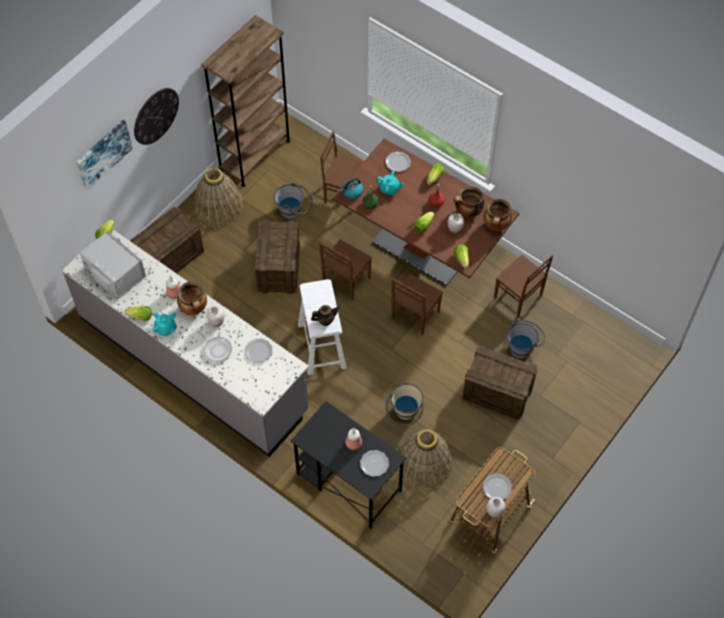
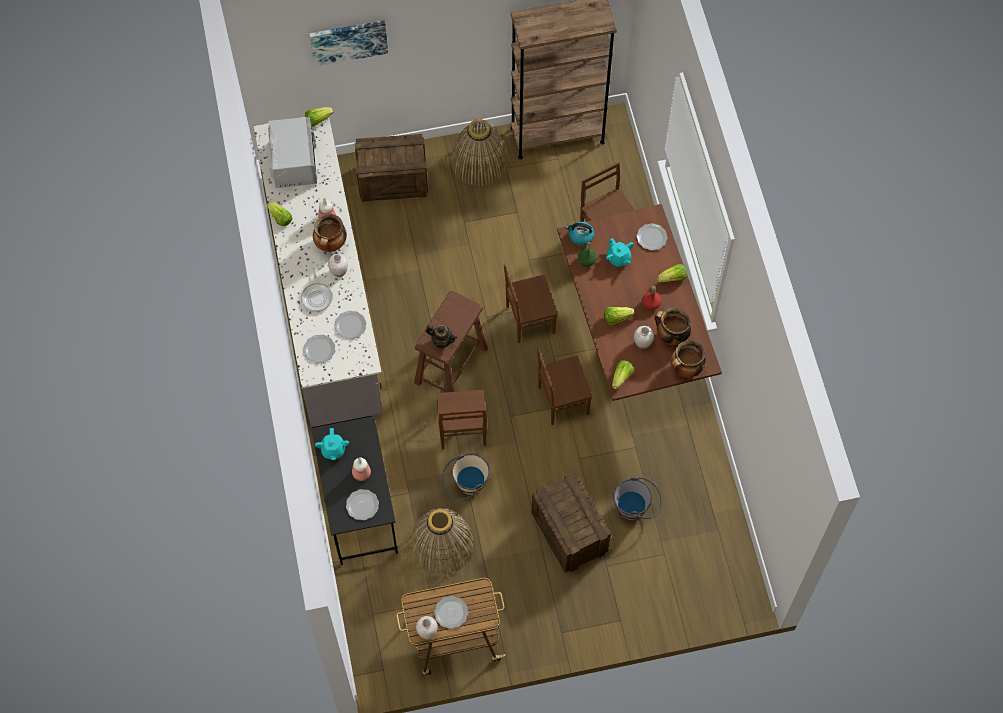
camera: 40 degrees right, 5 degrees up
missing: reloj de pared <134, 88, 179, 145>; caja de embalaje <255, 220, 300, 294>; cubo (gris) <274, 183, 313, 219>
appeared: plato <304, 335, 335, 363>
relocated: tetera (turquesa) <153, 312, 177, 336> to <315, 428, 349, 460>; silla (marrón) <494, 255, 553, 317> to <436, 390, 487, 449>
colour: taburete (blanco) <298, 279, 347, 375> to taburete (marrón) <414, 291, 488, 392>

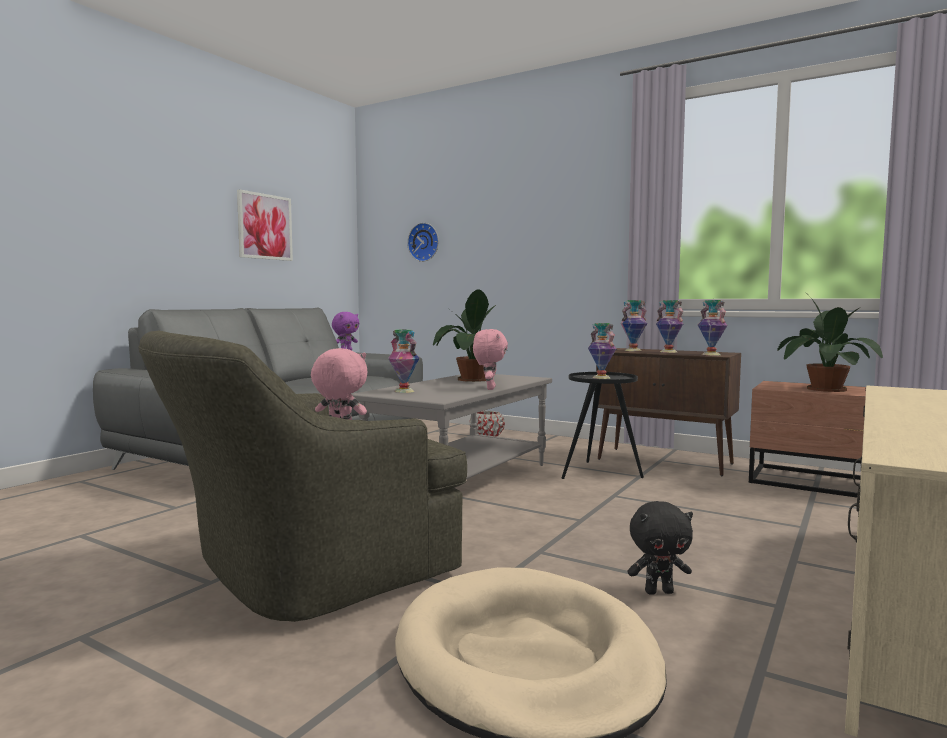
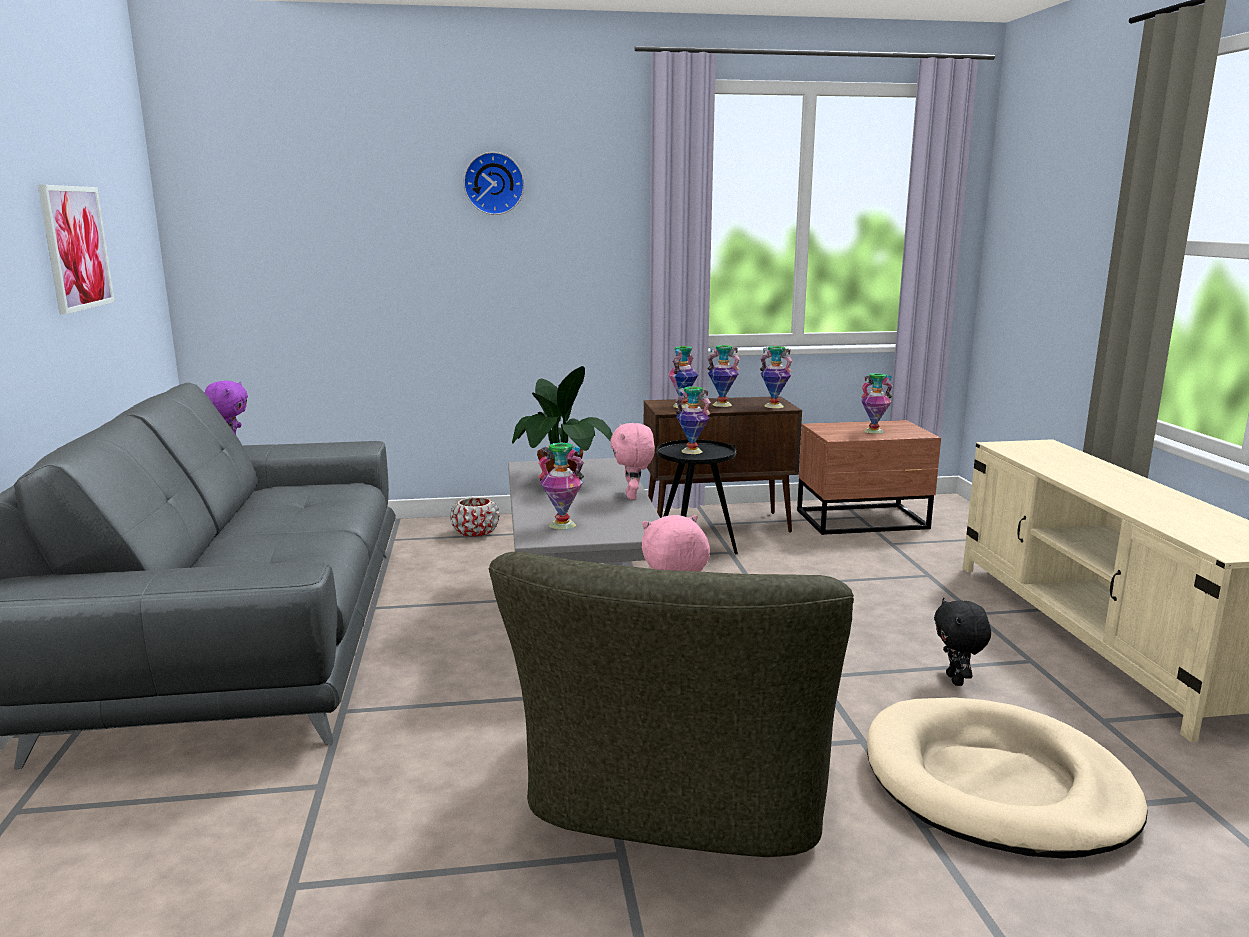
camera: 40 degrees left, 10 degrees up
relocated: reloj de pared <407, 223, 439, 262> to <463, 152, 524, 215>
exchanged: planta en maceta <777, 291, 883, 392> to florero <861, 373, 893, 434>
spun: peluche (rosa) <473, 329, 508, 390> = <610, 423, 655, 500> 150 degrees counterclockwise; peluche (negro) <627, 501, 693, 595> = <934, 598, 991, 686> 135 degrees clockwise

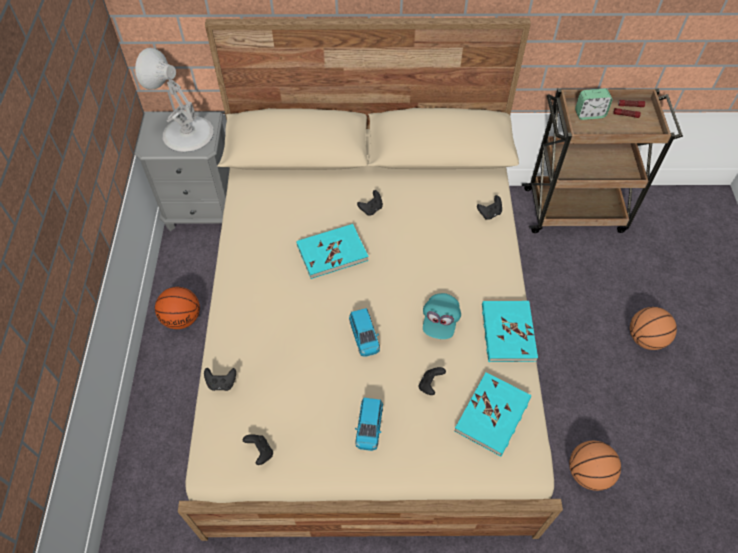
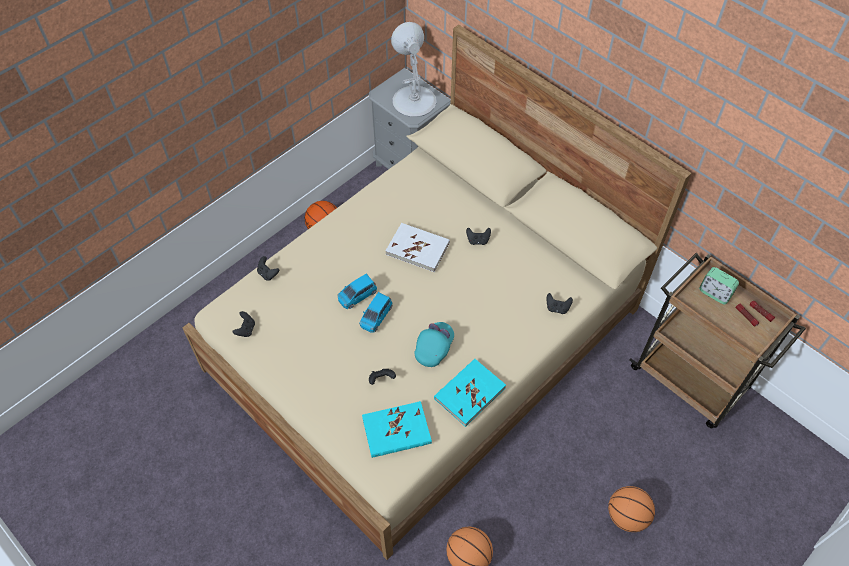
camera: 45 degrees right, 0 degrees up
relocated: coche de juguete (azul) <355, 398, 383, 451> to <337, 274, 377, 309>
colour: libro (turquesa) <296, 224, 369, 279> to libro (blanco) <386, 223, 450, 272>
spun: gorra (turquesa) <423, 293, 461, 339> = <414, 322, 454, 367> 150 degrees clockwise

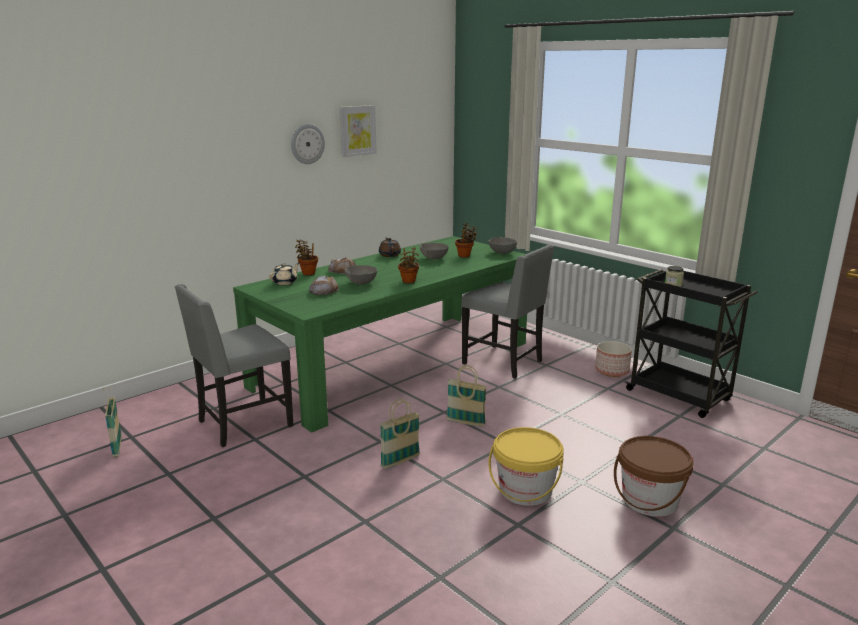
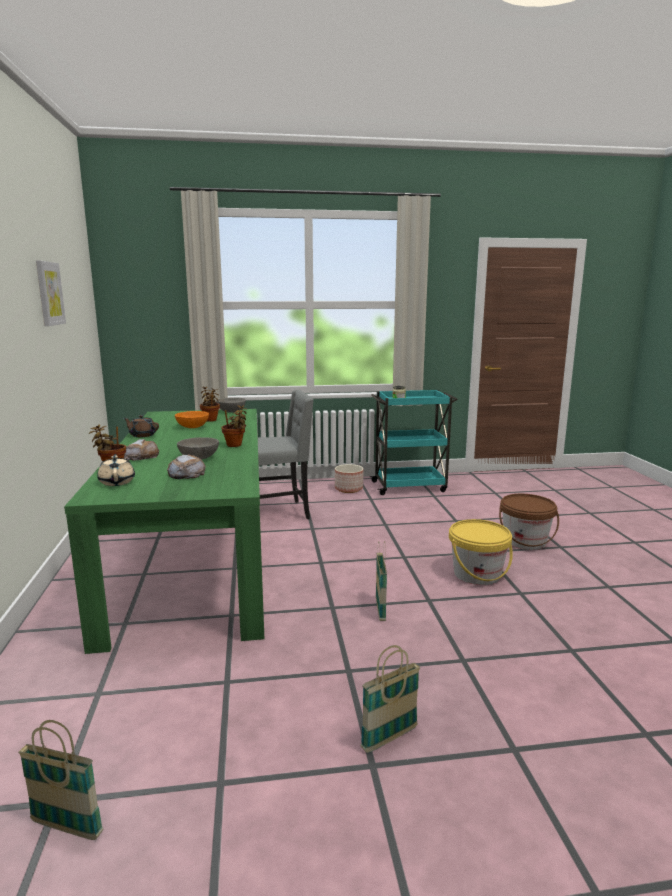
camera: 55 degrees left, 5 degrees down
missing: silla (gris) <175, 284, 293, 447>; reloj de pared <291, 124, 325, 164>
relocated: cesta <446, 365, 487, 427> to <360, 645, 420, 753>
colour: cuenco (gris) <419, 243, 449, 259> to cuenco (naranja) <175, 411, 209, 428>; carrito (negro) <624, 269, 758, 418> to carrito (turquesa) <369, 390, 458, 495>

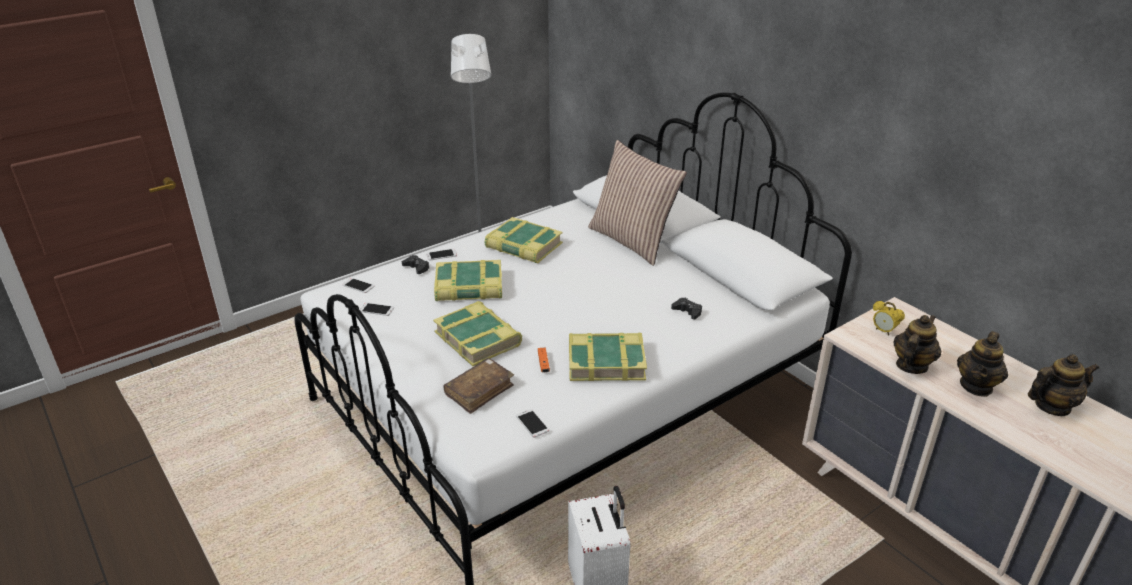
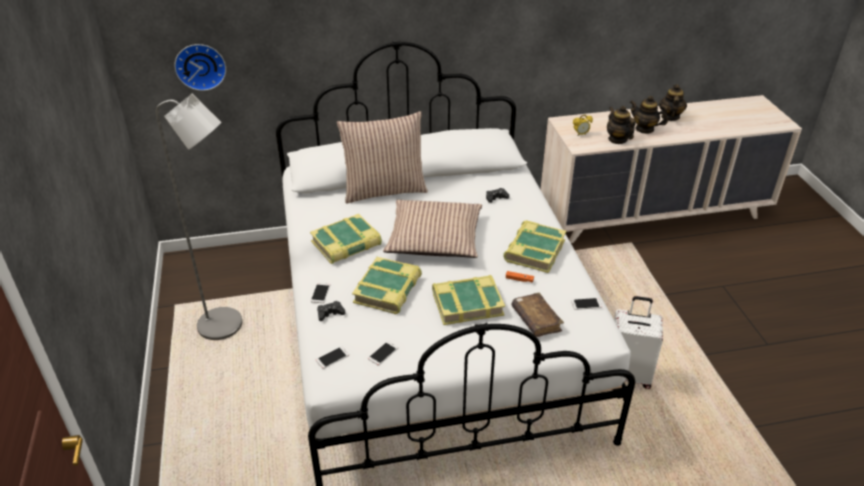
camera: 65 degrees left, 5 degrees up
appeared: reloj de pared <174, 44, 226, 91>; cojín <383, 200, 482, 258>
spun: tetera <957, 331, 1008, 397> = <630, 96, 668, 134> 150 degrees clockwise

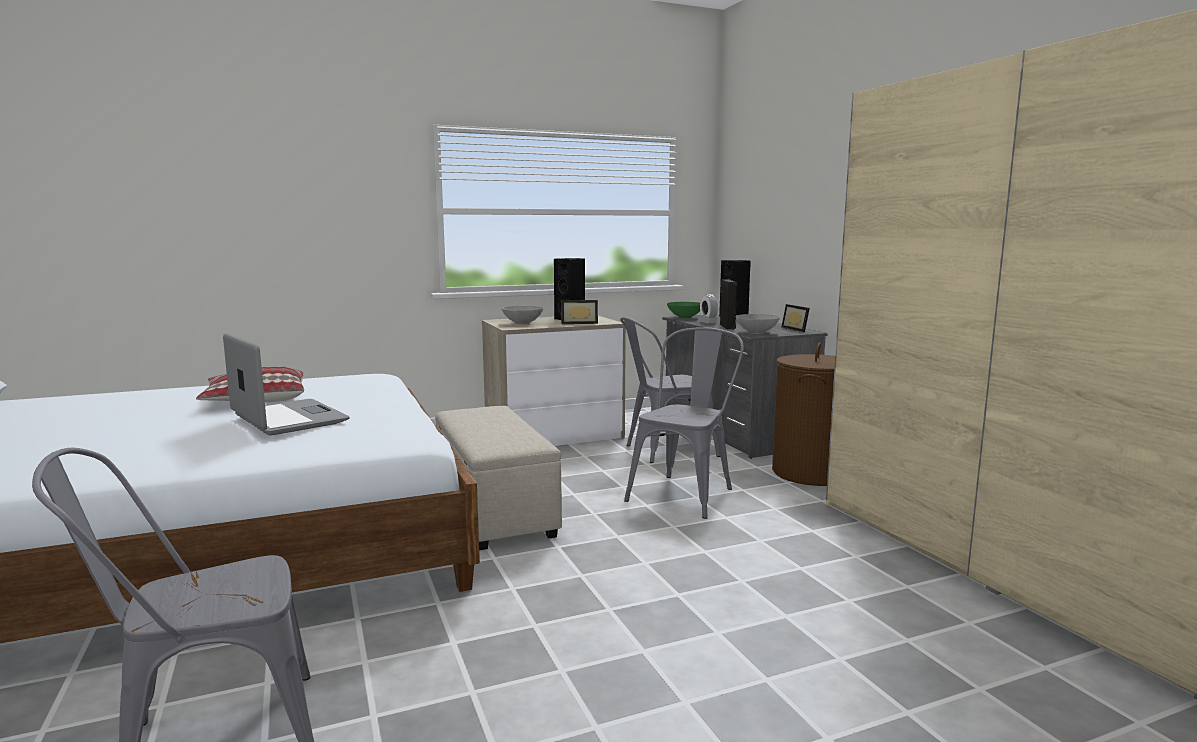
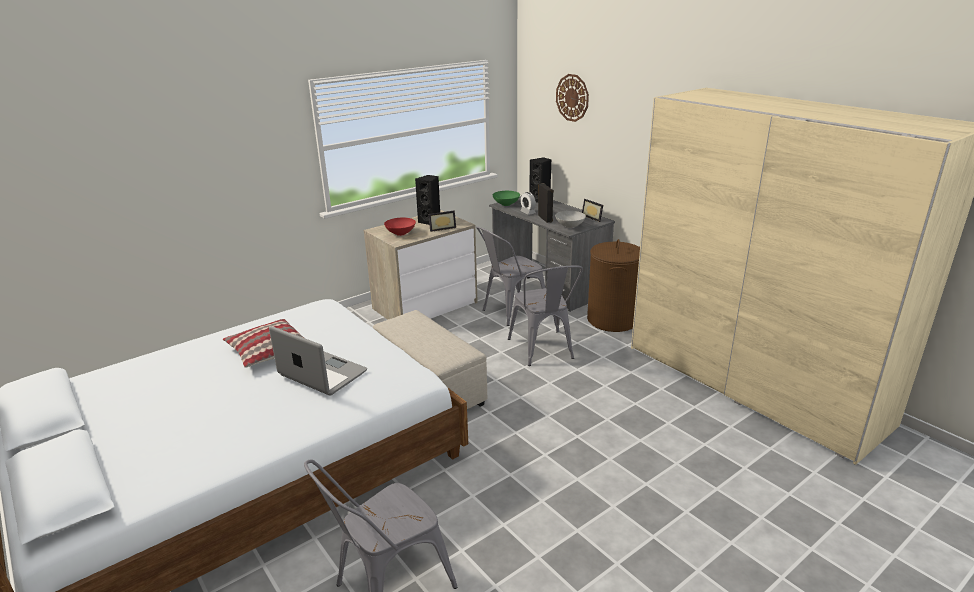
camera: 15 degrees left, 15 degrees up
appeared: reloj de pared <556, 74, 589, 122>
colour: cuenco (gris) <502, 306, 543, 325> to cuenco (rojo) <384, 218, 416, 236>
spun: silla (gris) <624, 327, 744, 519> = <508, 265, 583, 366> 150 degrees clockwise

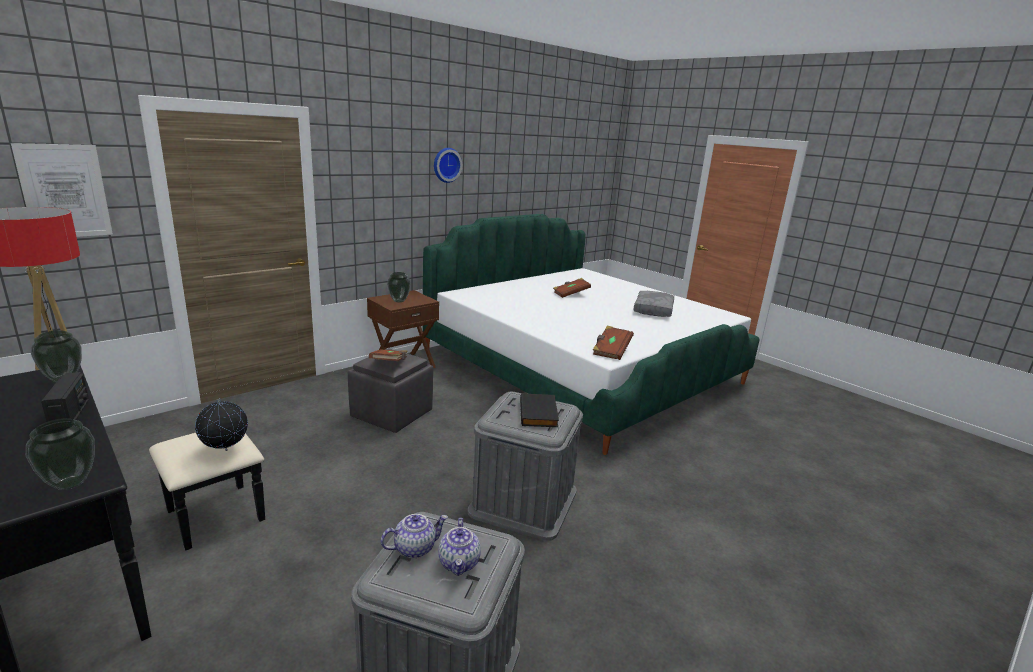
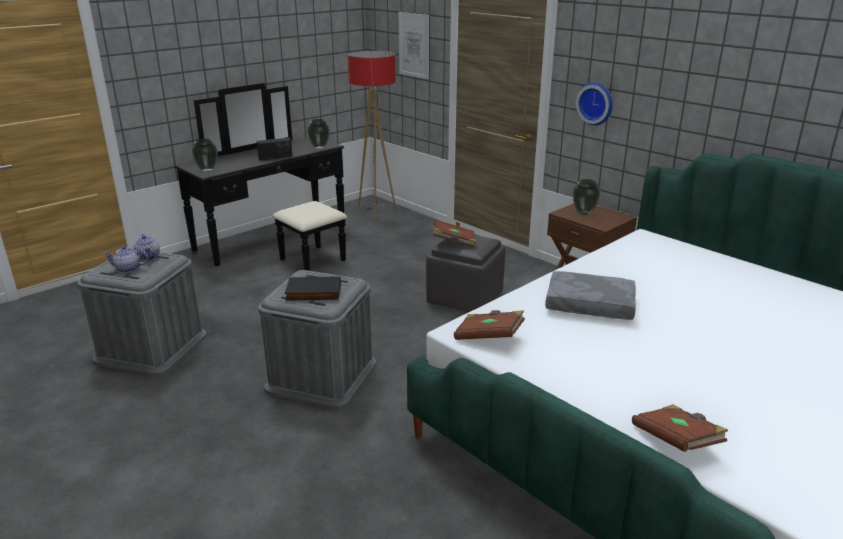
camera: 90 degrees right, 5 degrees up
missing: globo terráqueo <195, 398, 248, 451>
relocated: reloj de pared <434, 148, 462, 183> to <576, 82, 613, 125>; libro (marrón) <553, 278, 591, 298> to <632, 404, 728, 452>; cojín (gris) <634, 291, 674, 317> to <545, 271, 636, 320>

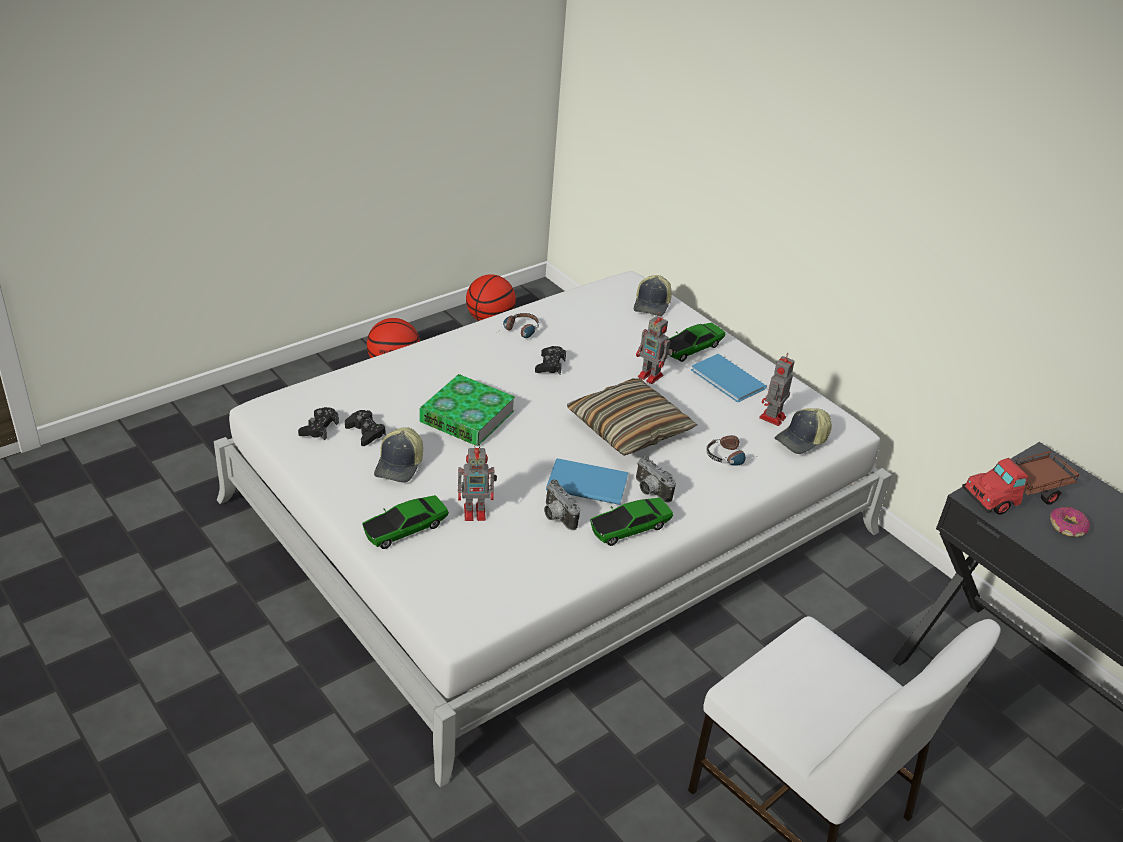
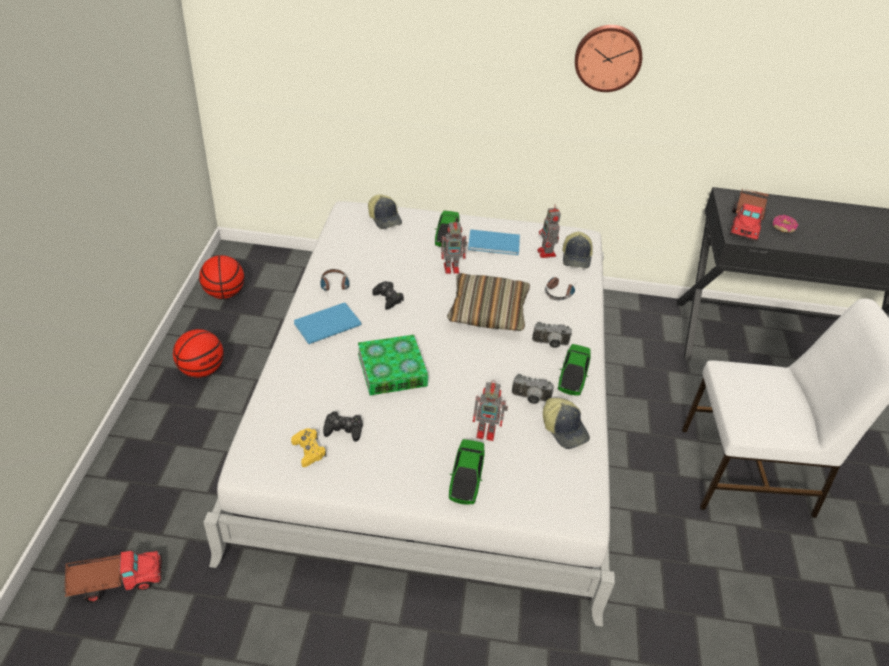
camera: 45 degrees left, 5 degrees up
appeared: camión de juguete <64, 551, 162, 603>; reloj de pared <575, 25, 642, 92>
relocated: gorra <374, 427, 423, 483> to <543, 398, 590, 449>; libro (azul) <546, 458, 628, 505> to <294, 303, 362, 344>
colour: mando de consola (negro) <298, 407, 339, 441> to mando de consola (amarillo) <291, 428, 326, 467>
spun: robot de juguete <458, 443, 497, 521> = <473, 380, 508, 441> 60 degrees clockwise

